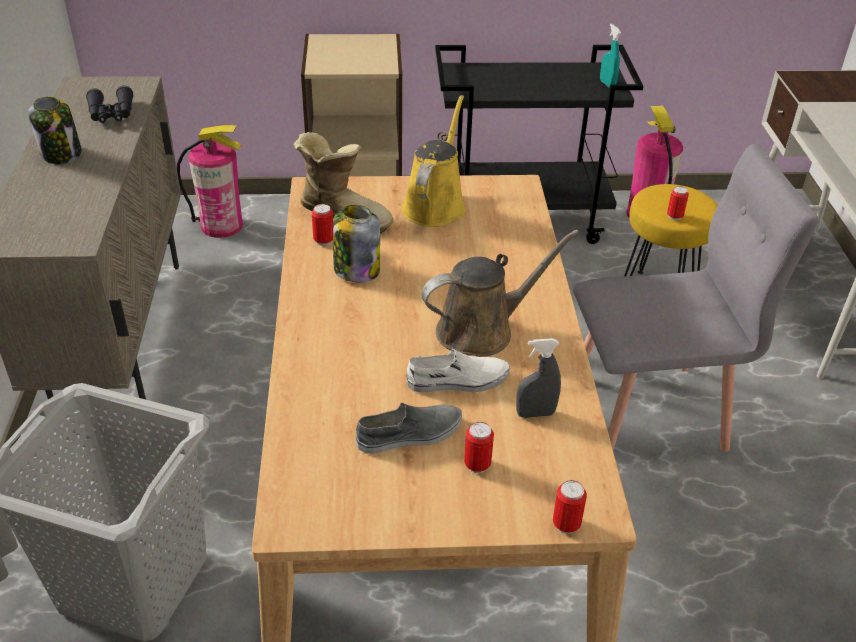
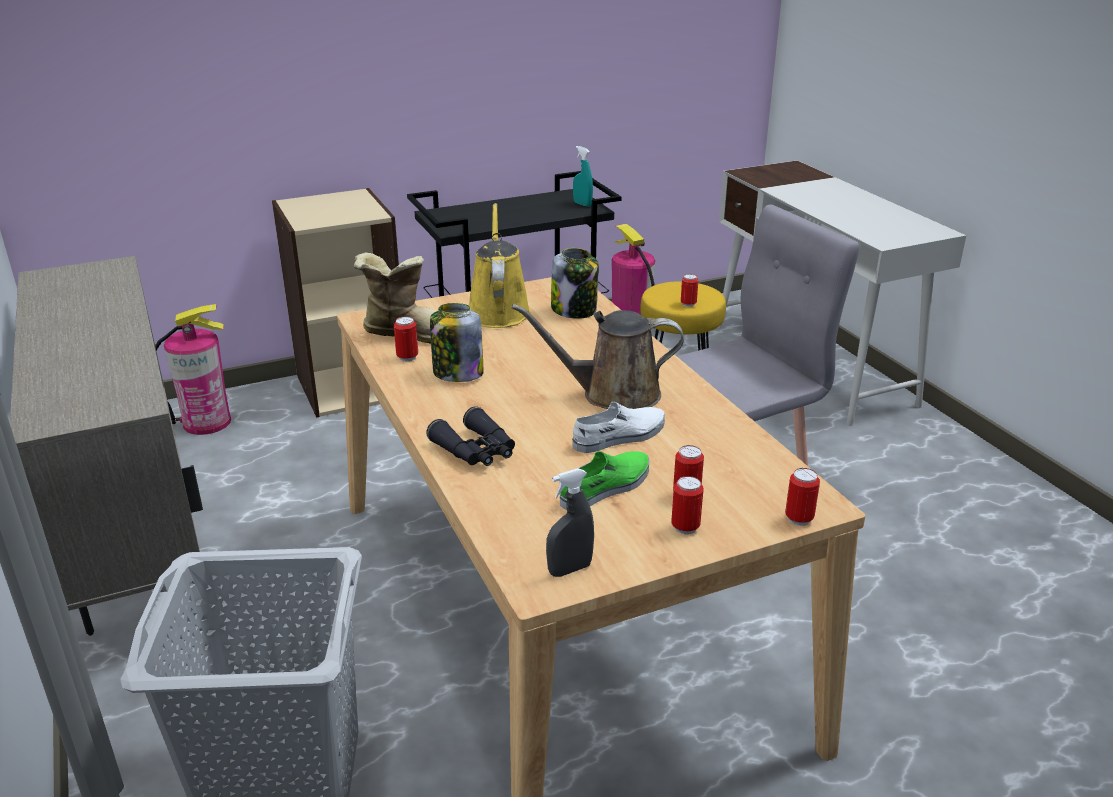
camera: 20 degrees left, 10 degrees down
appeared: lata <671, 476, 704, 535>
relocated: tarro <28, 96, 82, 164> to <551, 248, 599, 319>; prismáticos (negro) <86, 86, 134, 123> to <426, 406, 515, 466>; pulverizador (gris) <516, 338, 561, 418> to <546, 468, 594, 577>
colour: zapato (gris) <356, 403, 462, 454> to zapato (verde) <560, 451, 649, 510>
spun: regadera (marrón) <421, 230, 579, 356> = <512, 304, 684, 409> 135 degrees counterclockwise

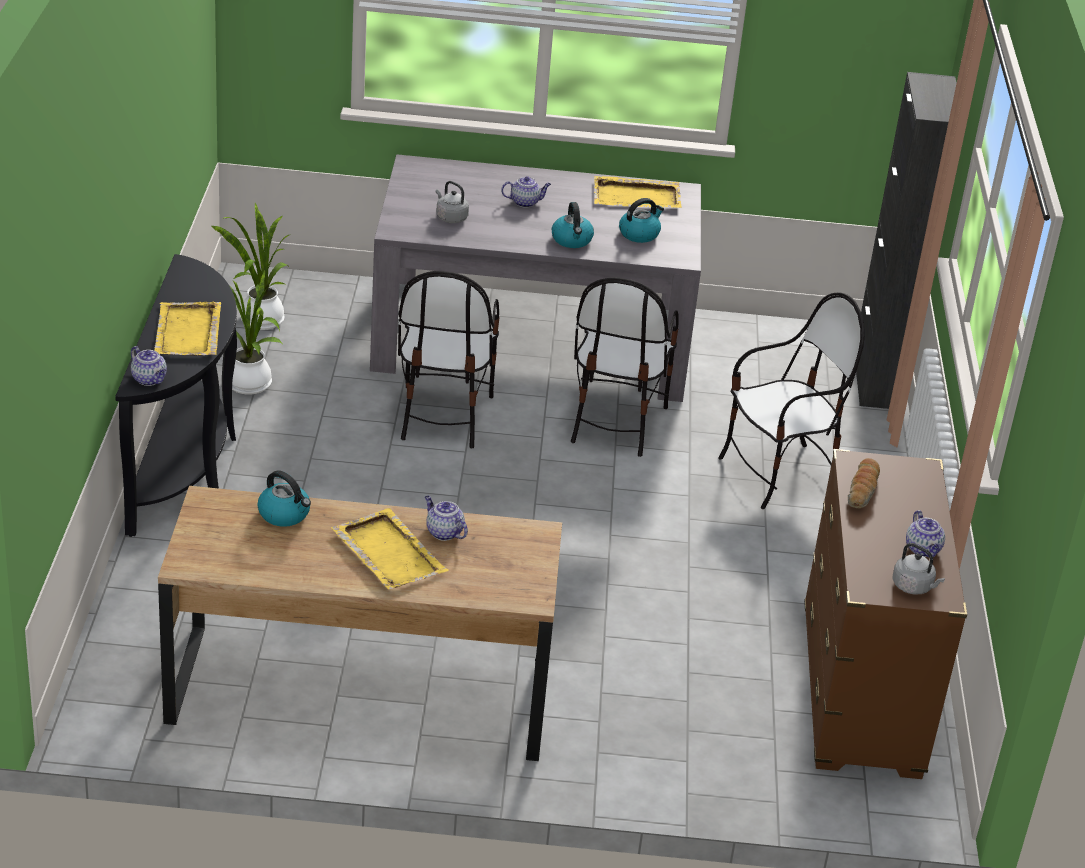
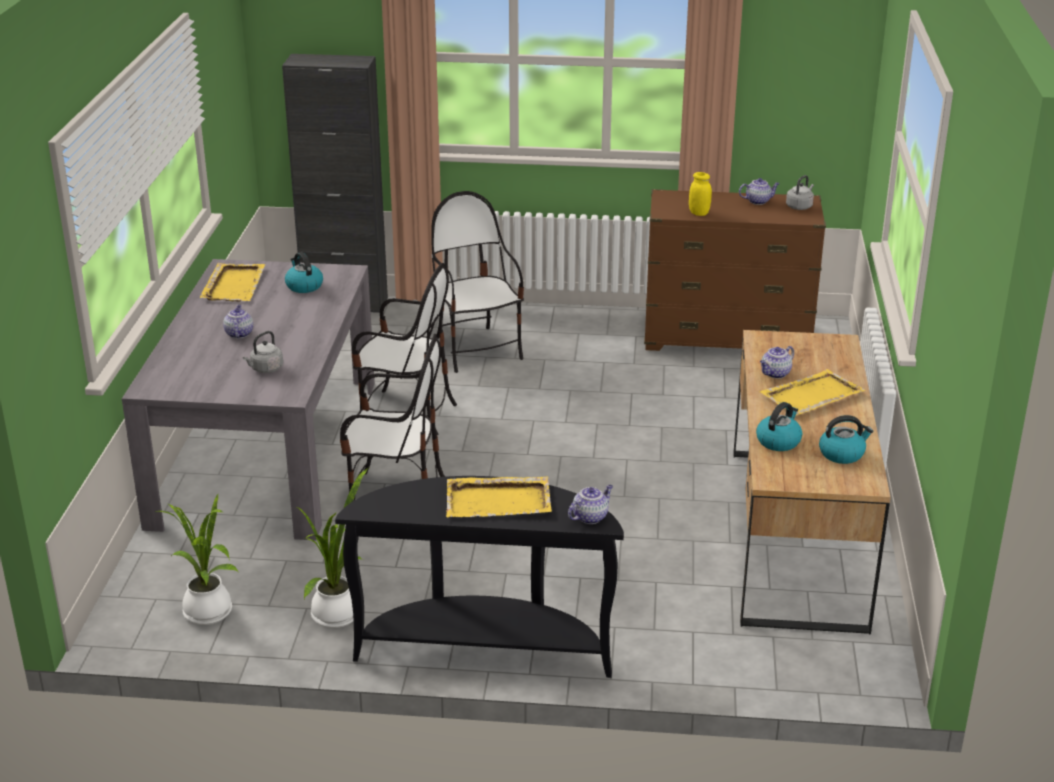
camera: 85 degrees left, 5 degrees down
relocated: hervidor <552, 202, 594, 248> to <819, 415, 873, 464>
exchanged: pan <847, 458, 880, 509> to tarro (amarillo) <689, 172, 712, 216>

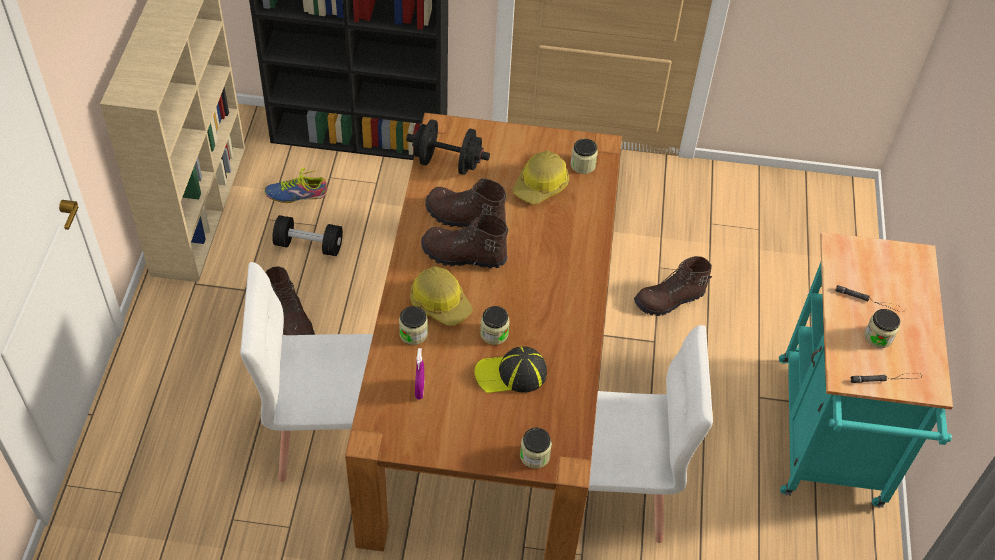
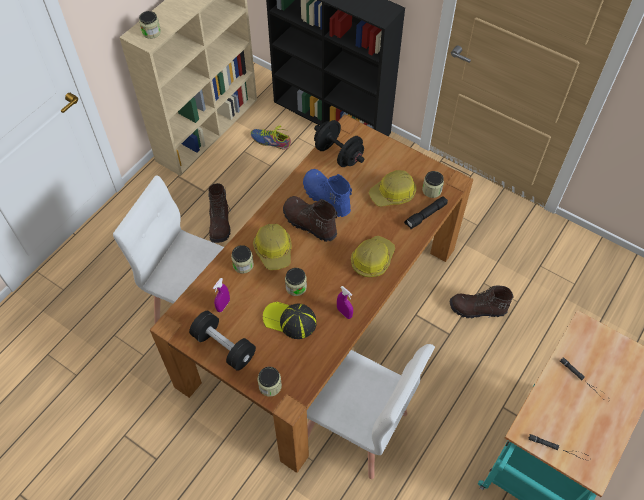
camera: 30 degrees right, 5 degrees up
appeared: pulverizador (morado) <337, 286, 353, 319>; casco <351, 236, 395, 277>; linterna (negro) <404, 196, 448, 229>
relocated: mancuerna (negro) <272, 215, 343, 256> to <189, 311, 256, 371>; tarro <864, 309, 900, 348> to <139, 11, 161, 39>
colour: bota (marrón) <425, 178, 507, 228> to bota (azul) <303, 169, 352, 217>

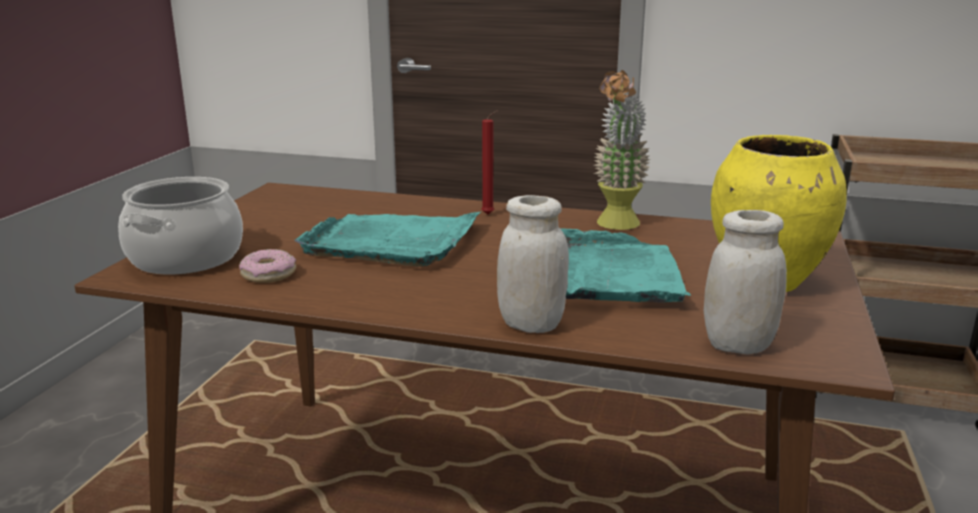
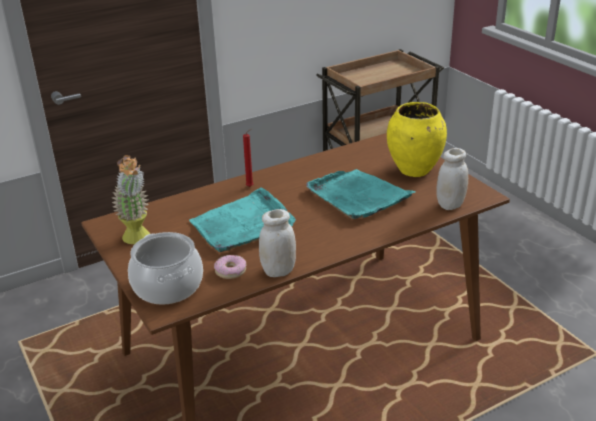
camera: 45 degrees left, 10 degrees up
relocated: tarro (blanco) <497, 195, 569, 333> to <259, 209, 296, 277>; planta en maceta <594, 70, 650, 230> to <112, 155, 150, 244>

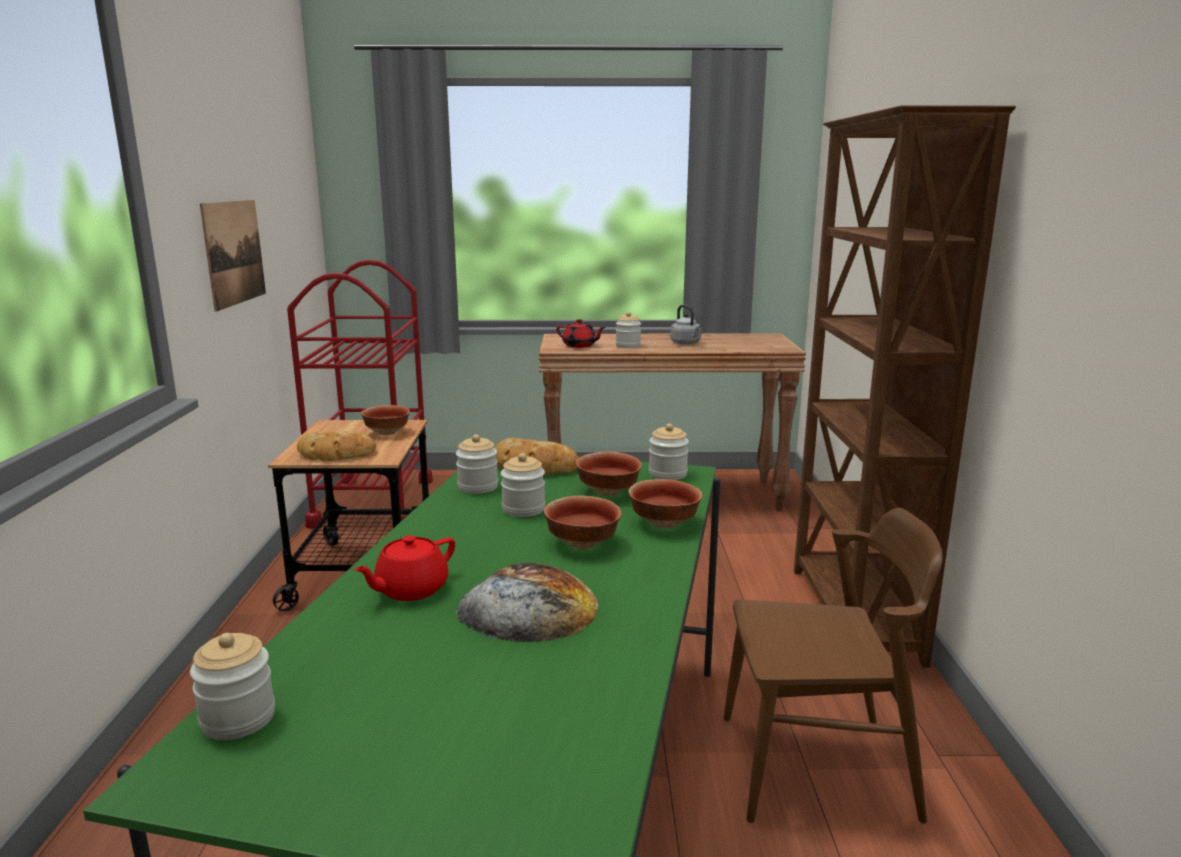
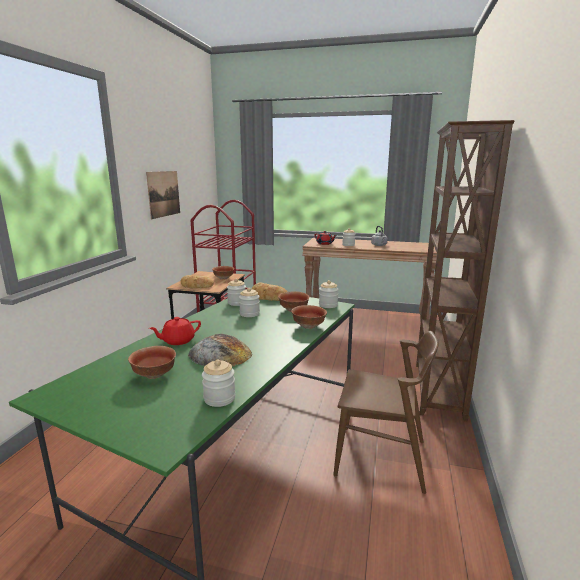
camera: 15 degrees right, 0 degrees up
relocated: tarro <190, 633, 275, 740> to <202, 359, 235, 407>; cuenco <544, 495, 622, 549> to <128, 346, 176, 379>

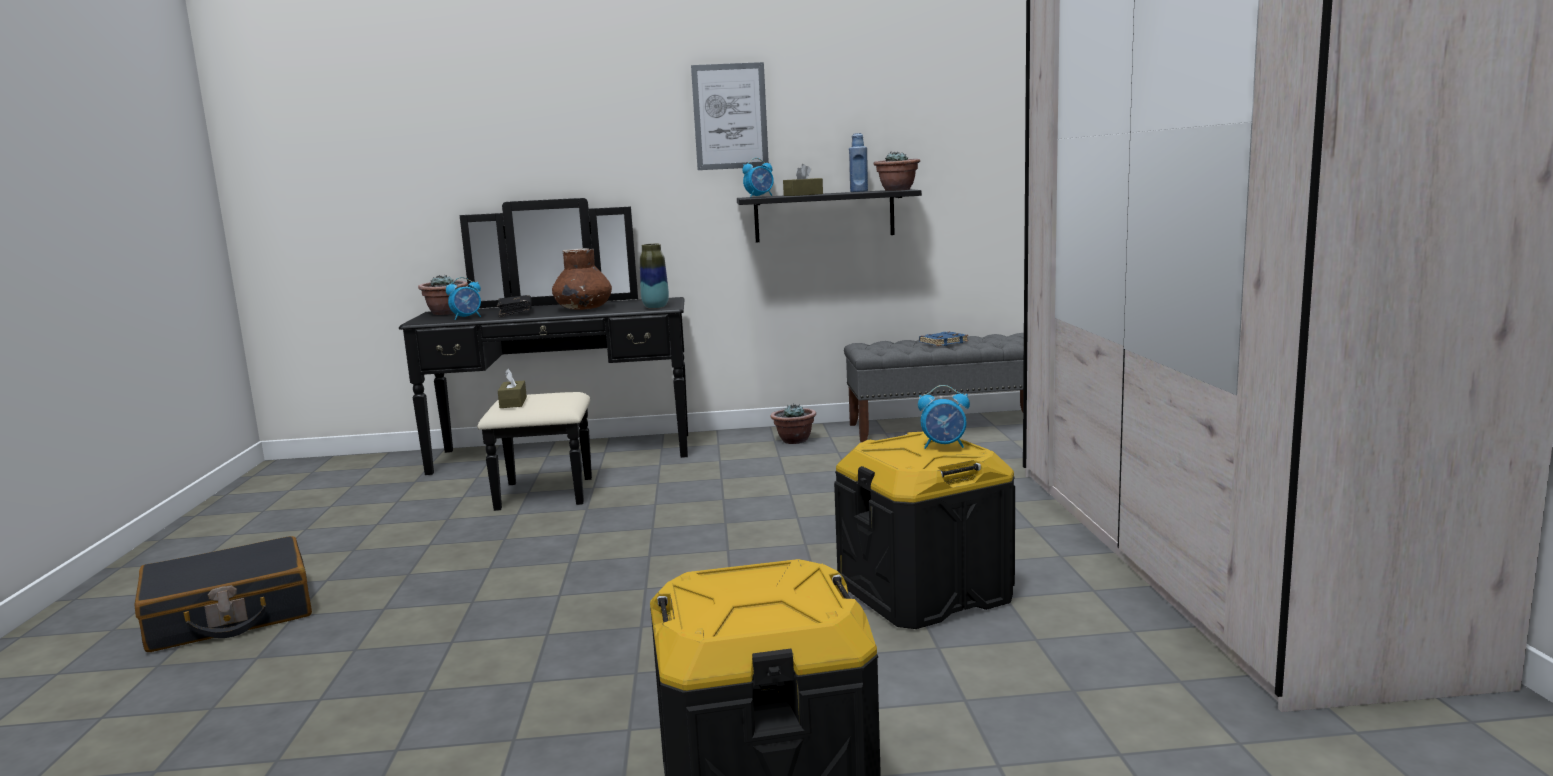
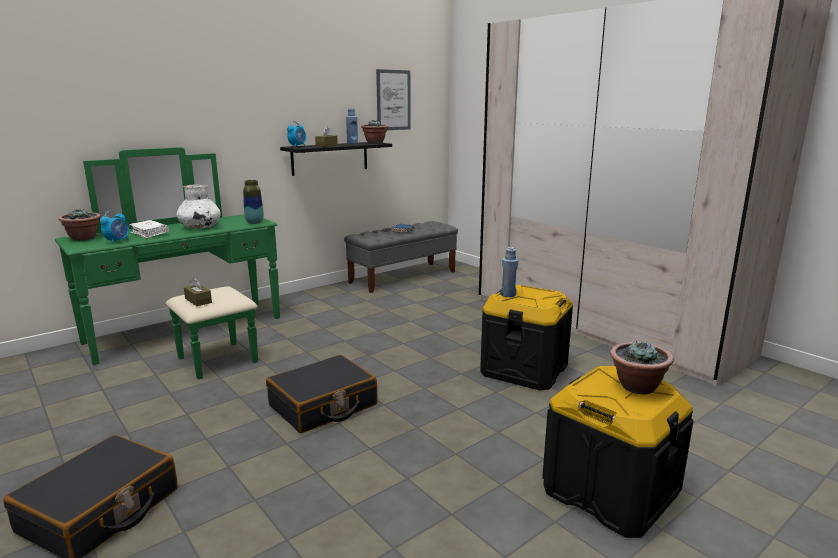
camera: 35 degrees left, 5 degrees up
missing: despertador <918, 385, 970, 449>
appeared: maleta (negro) <266, 355, 378, 433>; botella (azul) <500, 247, 518, 297>
relocated: cuadro <691, 62, 769, 170> to <376, 69, 411, 130>; planta en maceta <770, 403, 816, 444> to <610, 340, 674, 394>
colour: cómoda (negro) <399, 198, 688, 511> to cómoda (verde) <55, 147, 280, 379>; libro (negro) <496, 295, 532, 317> to libro (blanco) <129, 220, 169, 239>; florero (marrón) <552, 248, 612, 310> to florero (blanco) <176, 184, 221, 228>

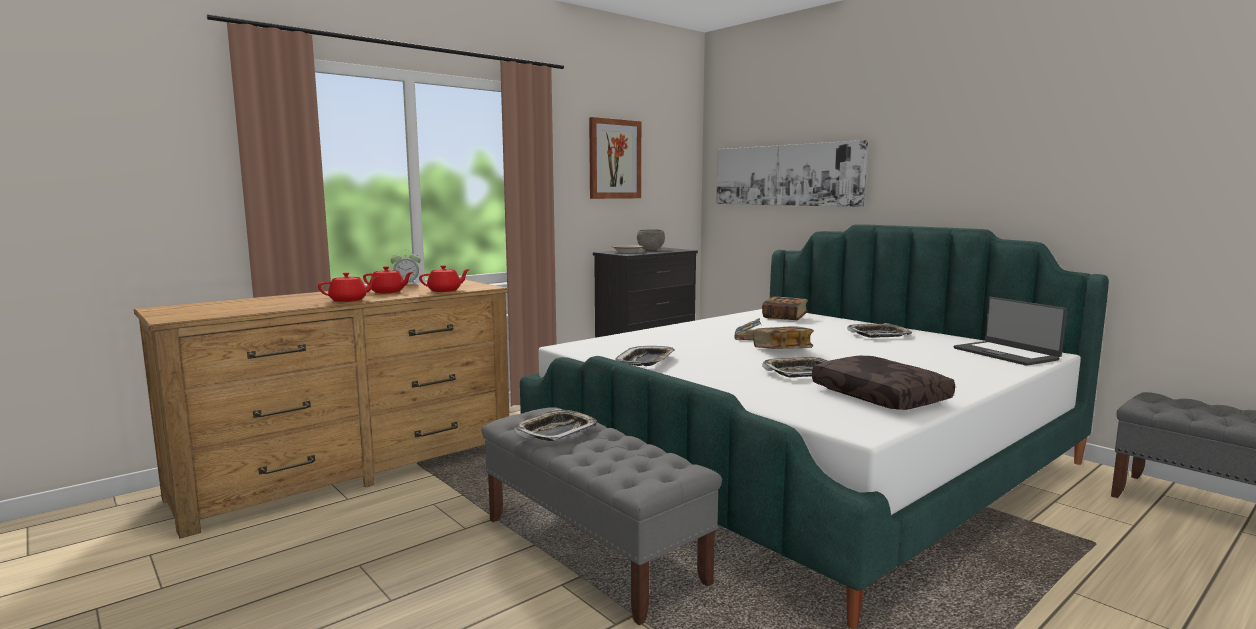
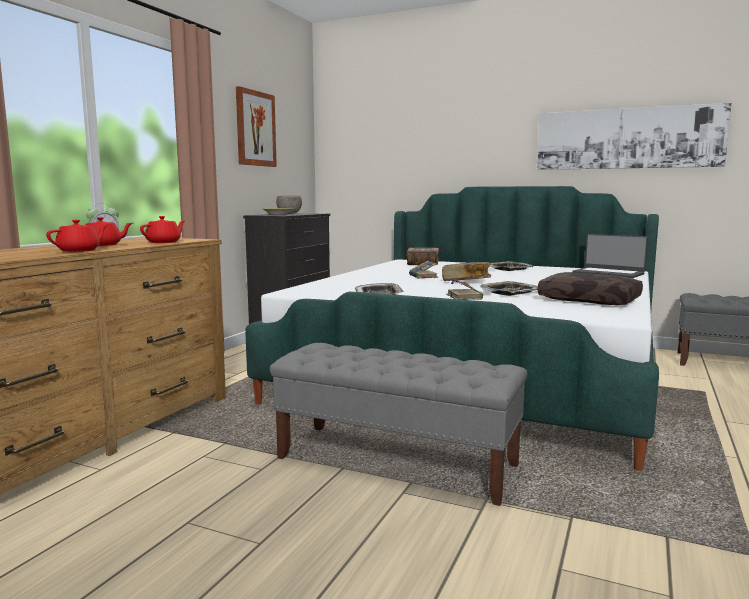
camera: 25 degrees left, 0 degrees up
missing: bandeja <514, 409, 597, 441>
appeared: libro <446, 277, 483, 300>
relocated: cuadro <716, 140, 868, 207> to <537, 103, 732, 170>

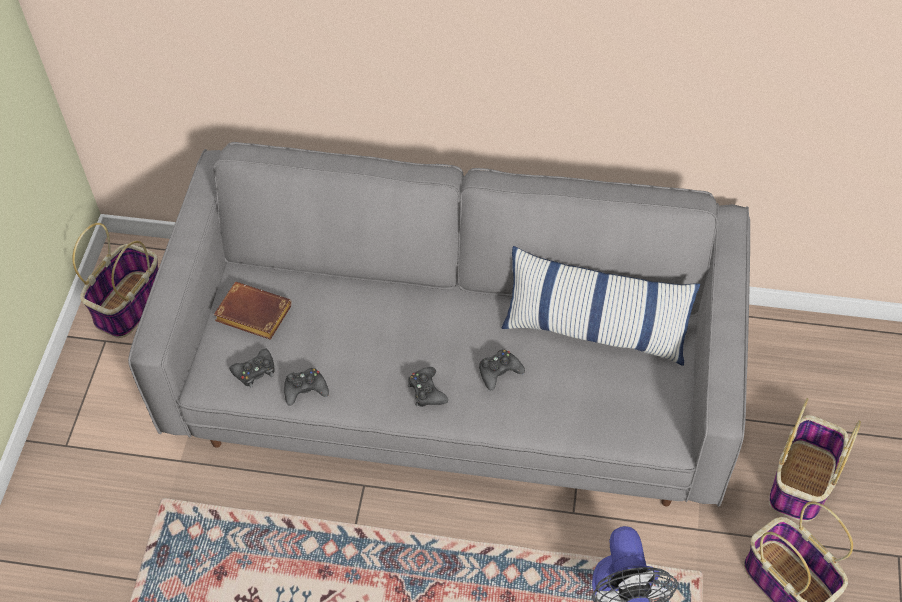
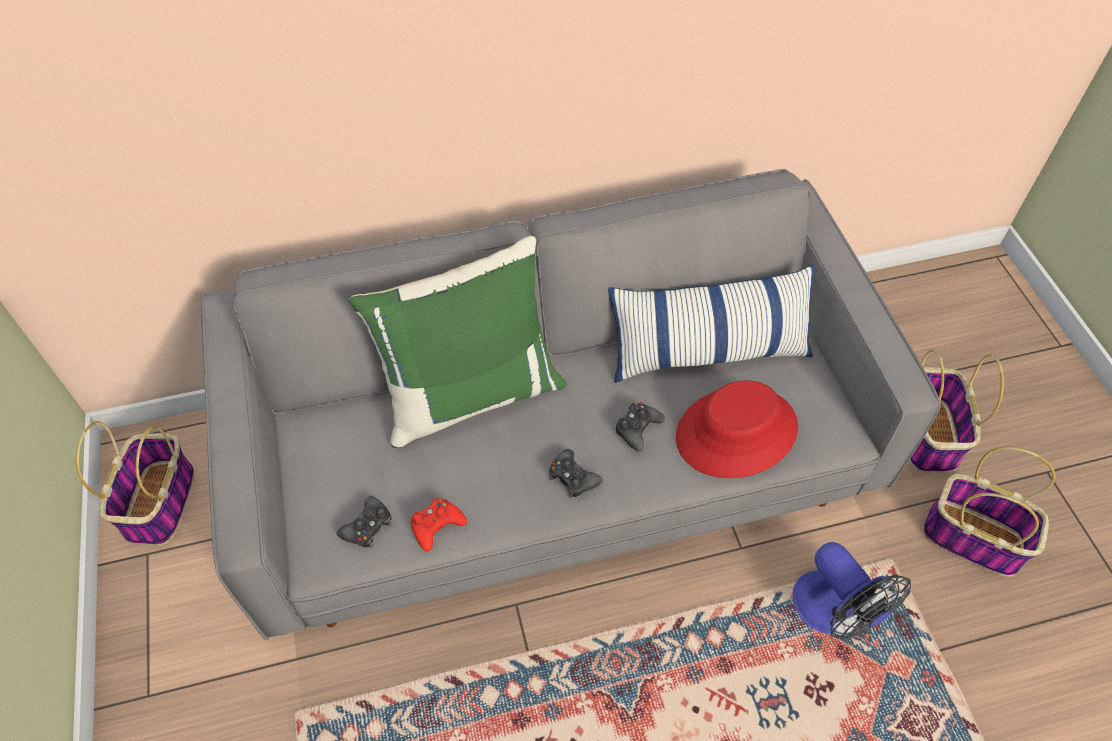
camera: 25 degrees left, 0 degrees up
missing: libro (marrón) <214, 282, 292, 340>
appeared: cojín (verde) <349, 236, 567, 448>; sombrero (rojo) <676, 380, 798, 478>
colour: mando de consola (negro) <284, 368, 329, 406> to mando de consola (rojo) <411, 498, 467, 552>

